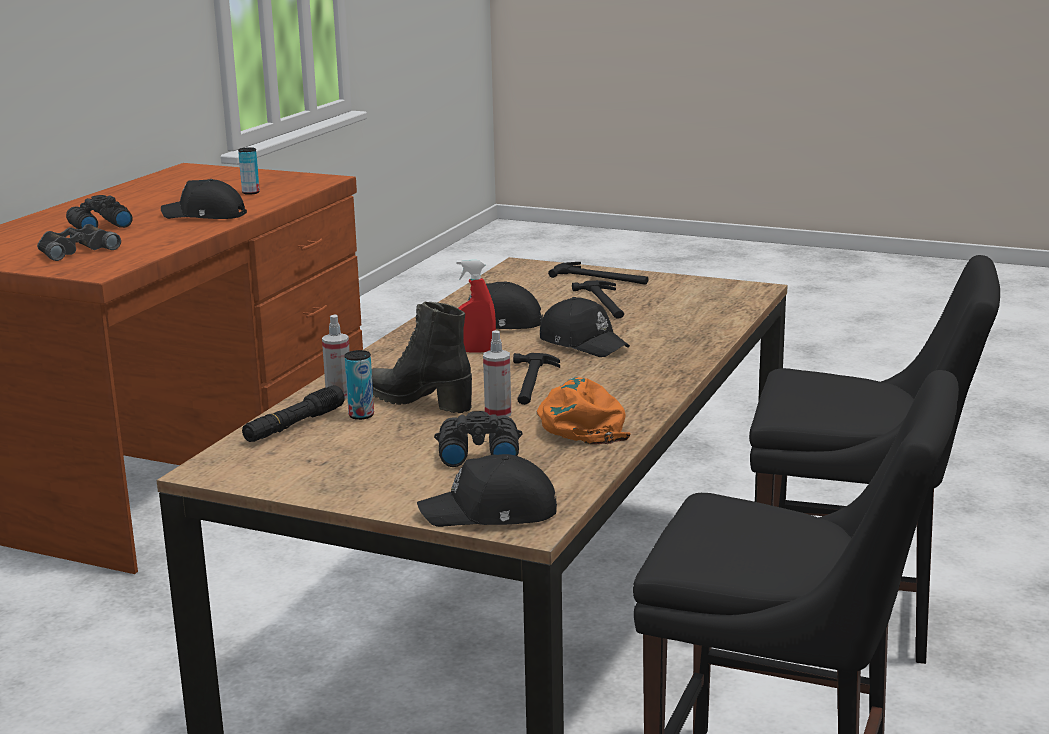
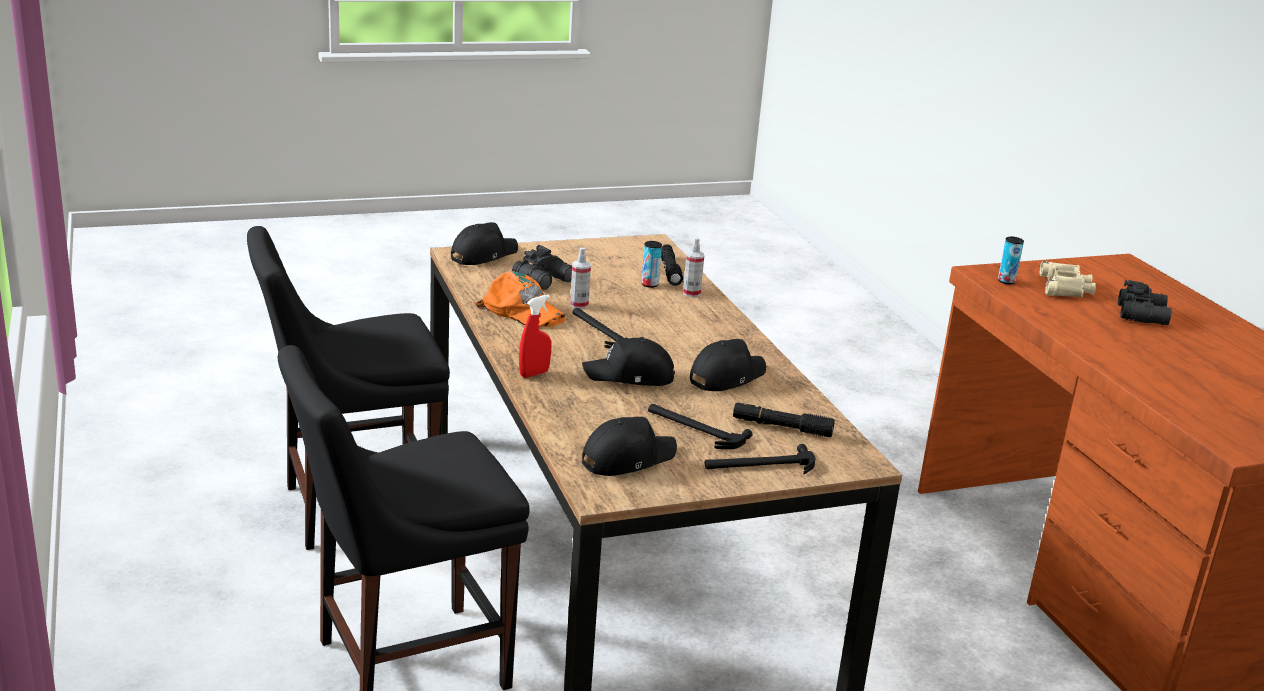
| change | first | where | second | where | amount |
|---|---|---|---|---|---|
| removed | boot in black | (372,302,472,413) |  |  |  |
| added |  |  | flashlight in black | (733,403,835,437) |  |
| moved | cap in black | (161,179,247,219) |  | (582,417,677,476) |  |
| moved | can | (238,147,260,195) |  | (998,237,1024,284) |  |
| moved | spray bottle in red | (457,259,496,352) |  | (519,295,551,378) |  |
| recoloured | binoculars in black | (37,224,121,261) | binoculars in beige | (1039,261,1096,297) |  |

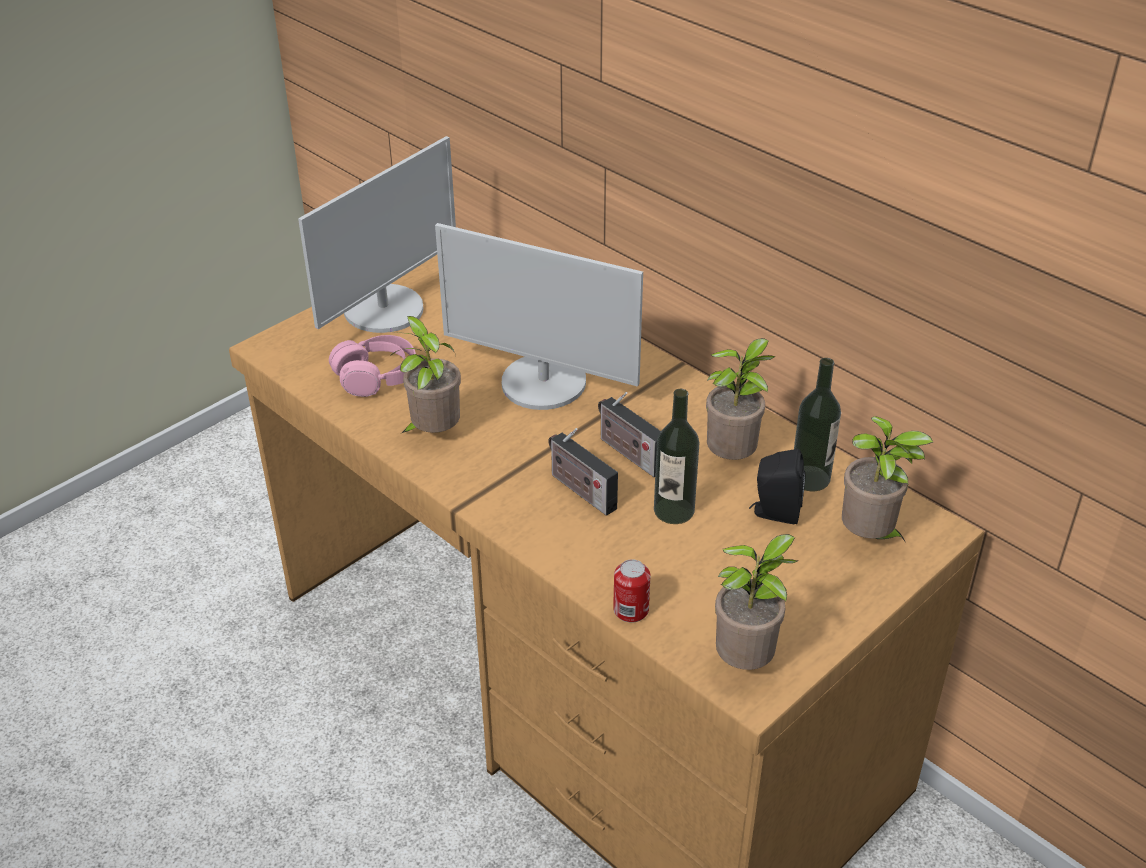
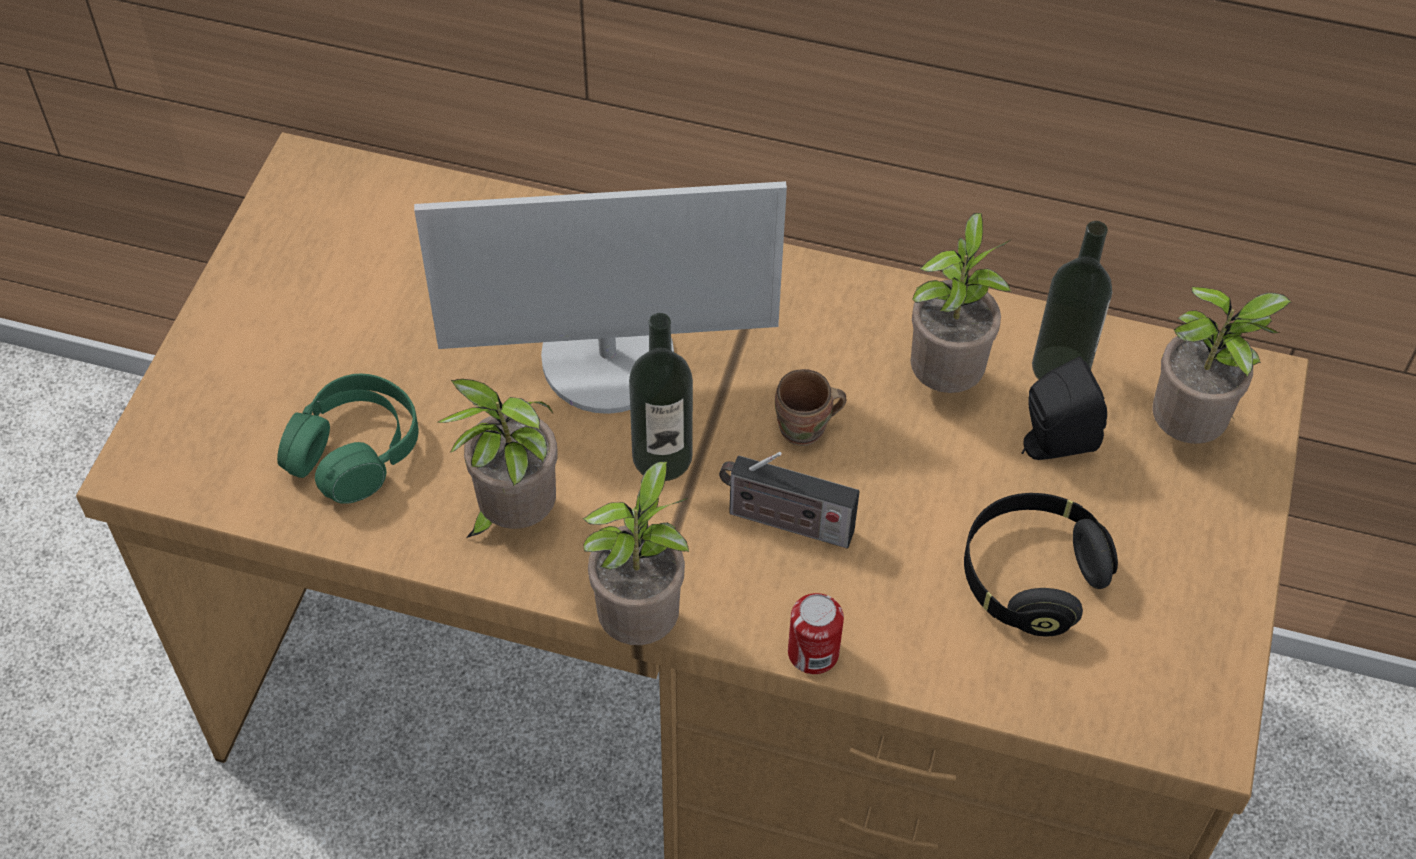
| change | first | where | second | where | amount |
|---|---|---|---|---|---|
| removed | monitor | (298,136,456,333) |  |  |  |
| added |  |  | headphones in black | (964,493,1118,636) |  |
| moved | can | (613,559,650,623) |  | (788,593,844,674) |  |
| moved | bottle | (654,389,699,524) |  | (629,313,693,481) |  |
| moved | potted plant | (715,534,797,670) |  | (583,461,689,645) |  |
| replaced | radio | (598,392,660,477) | mug in brown | (775,369,846,446) |  |
| recoloured | headphones in pink | (329,335,416,397) | headphones in green | (277,373,419,504) |  |

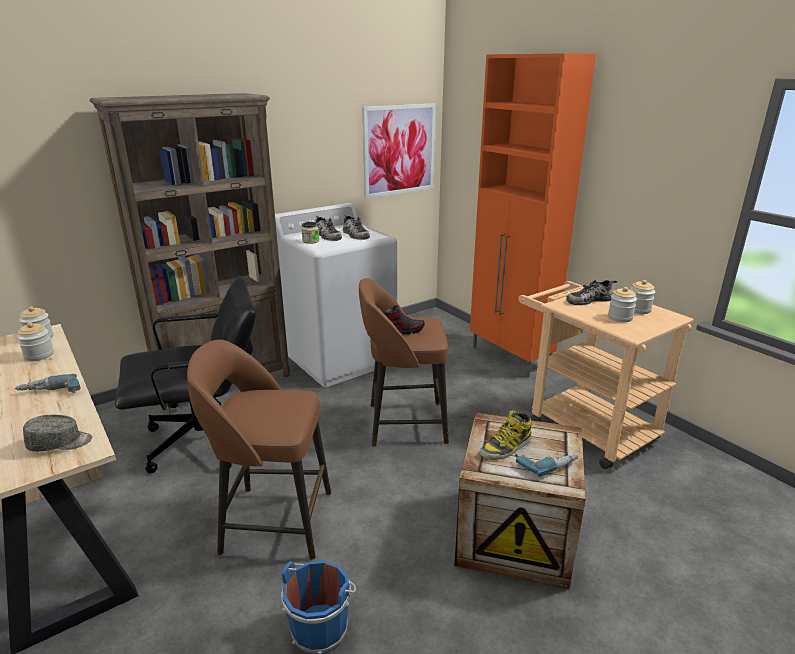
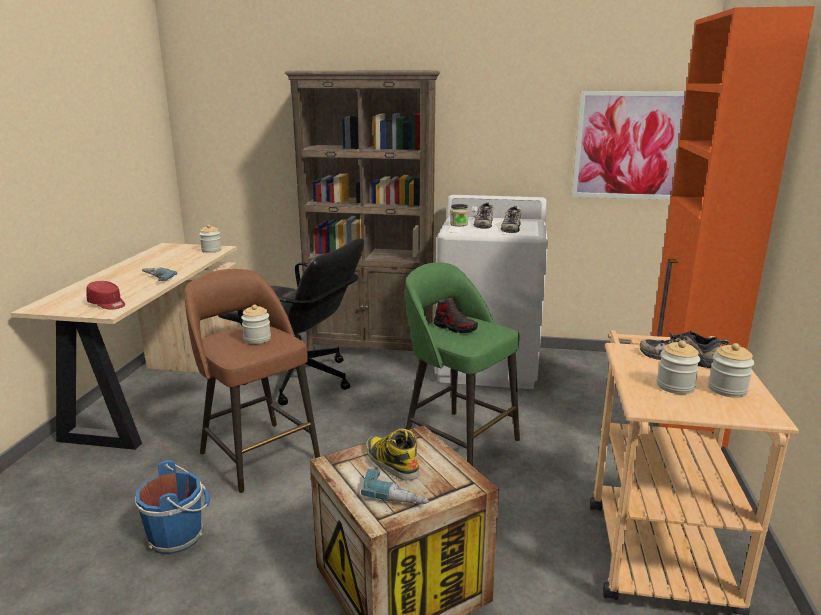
| change | first | where | second | where | amount |
|---|---|---|---|---|---|
| moved | jar | (17,322,54,361) |  | (241,304,271,344) |  |
| recoloured | cap in grey | (23,415,92,452) | cap in red | (86,281,125,310) |  |
| recoloured | stool in brown | (359,278,449,447) | stool in green | (405,262,520,466) |  |
| turned | boot | (479,410,532,460) |  | (366,429,420,480) | 45 degrees clockwise |

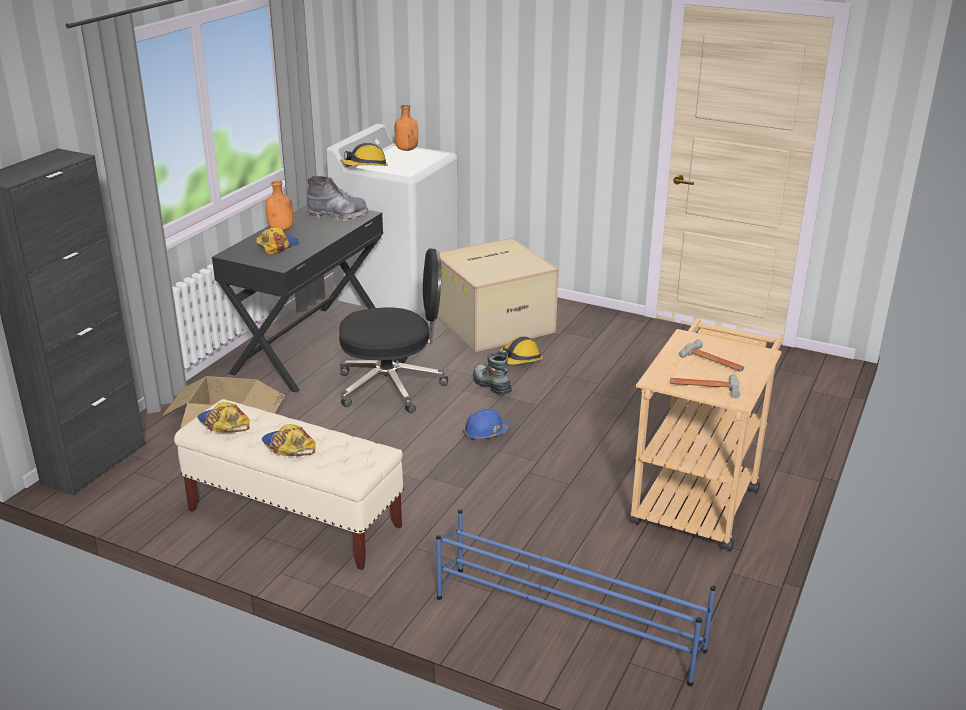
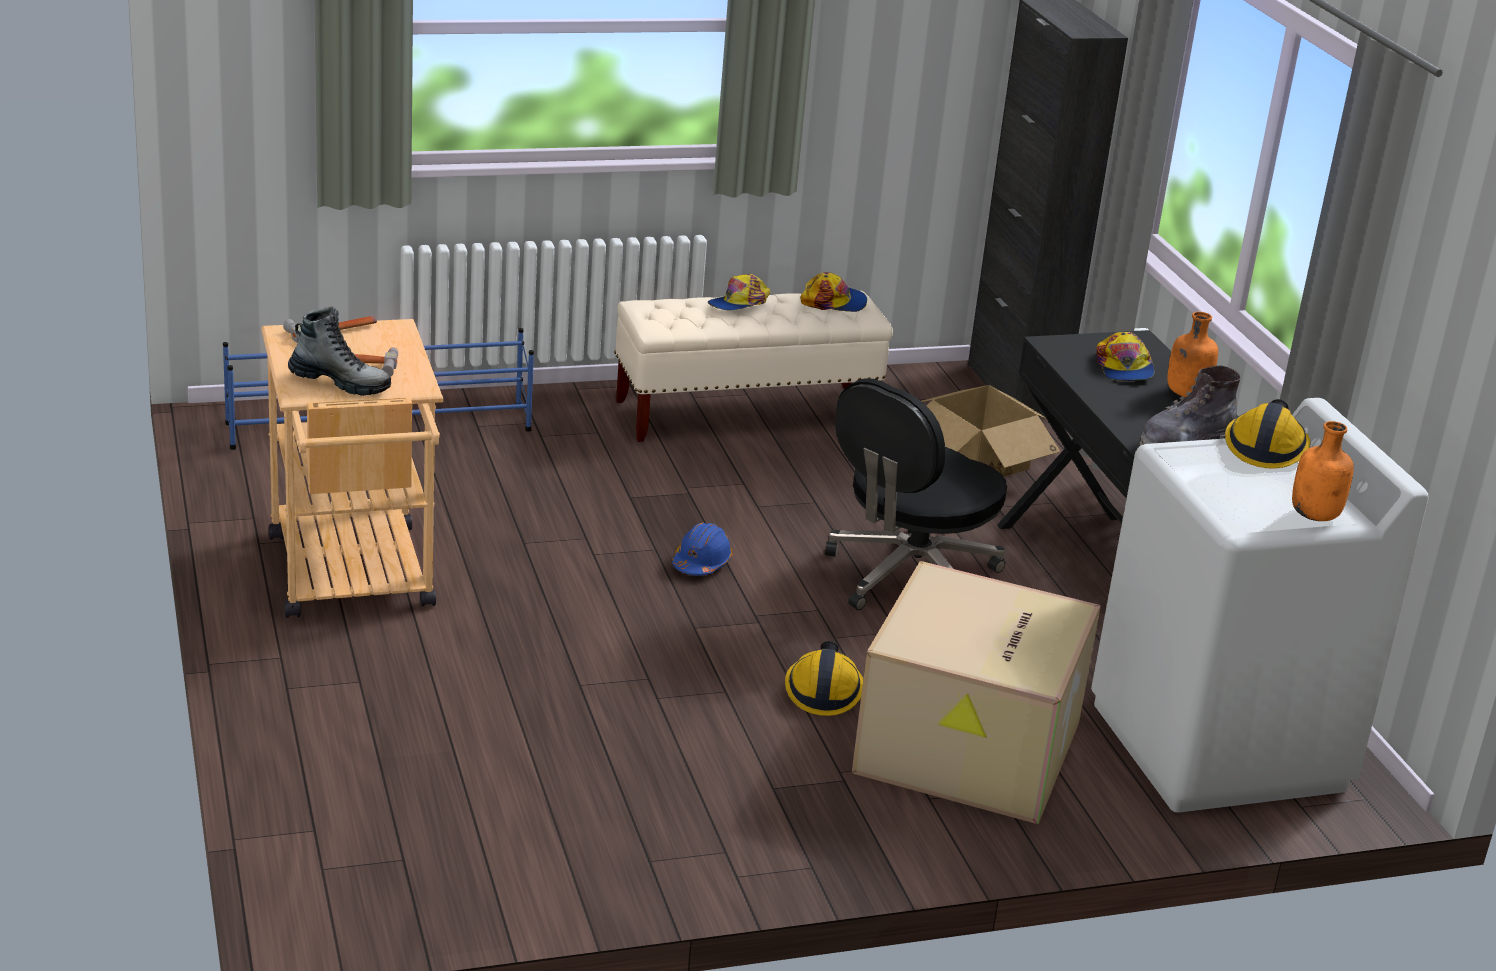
| change | first | where | second | where | amount |
|---|---|---|---|---|---|
| moved | boot | (473,351,512,394) |  | (288,306,391,396) |  |
| turned | cap | (262,424,315,456) |  | (708,274,770,310) | 135 degrees clockwise |

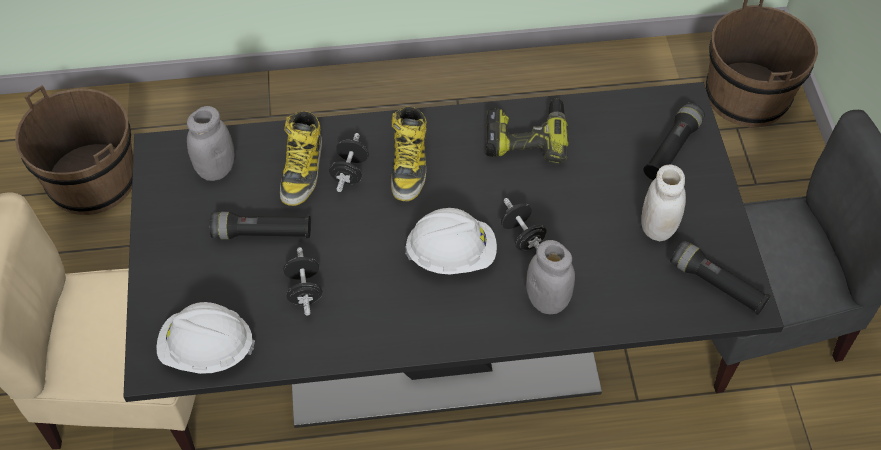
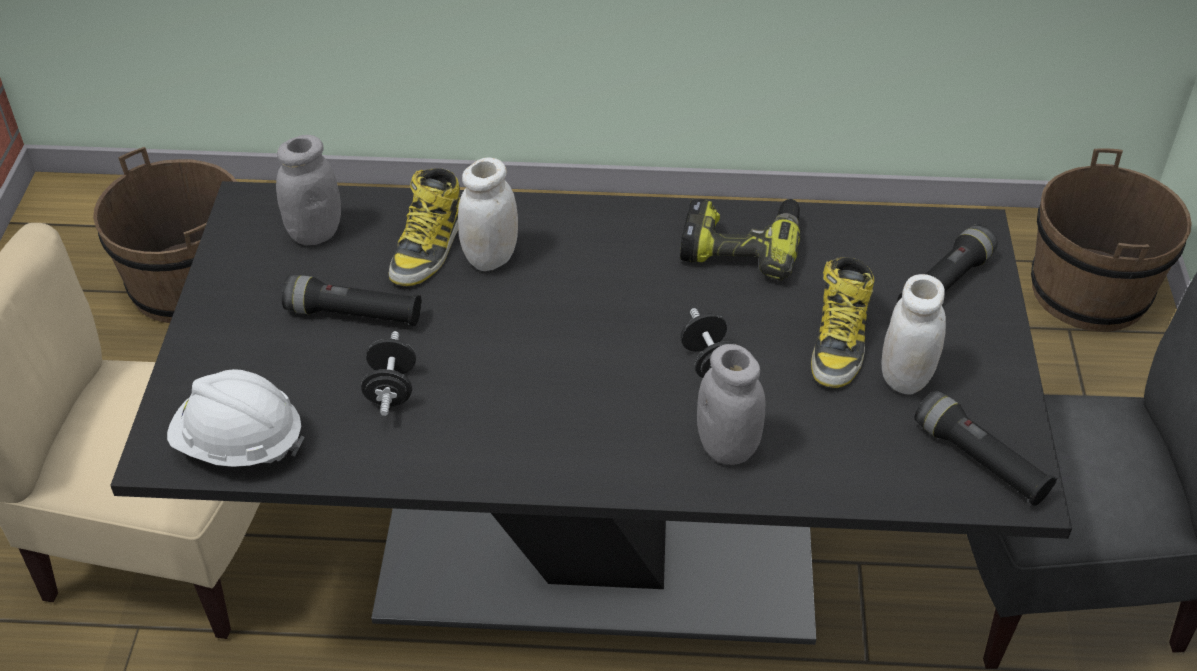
| change | first | where | second | where | amount |
|---|---|---|---|---|---|
| removed | hard hat in white | (405,208,497,274) |  |  |  |
| moved | boot | (391,107,427,201) |  | (811,257,875,388) |  |
| replaced | dumbbell in black | (329,133,369,192) | jar in white | (458,158,518,271) |  |

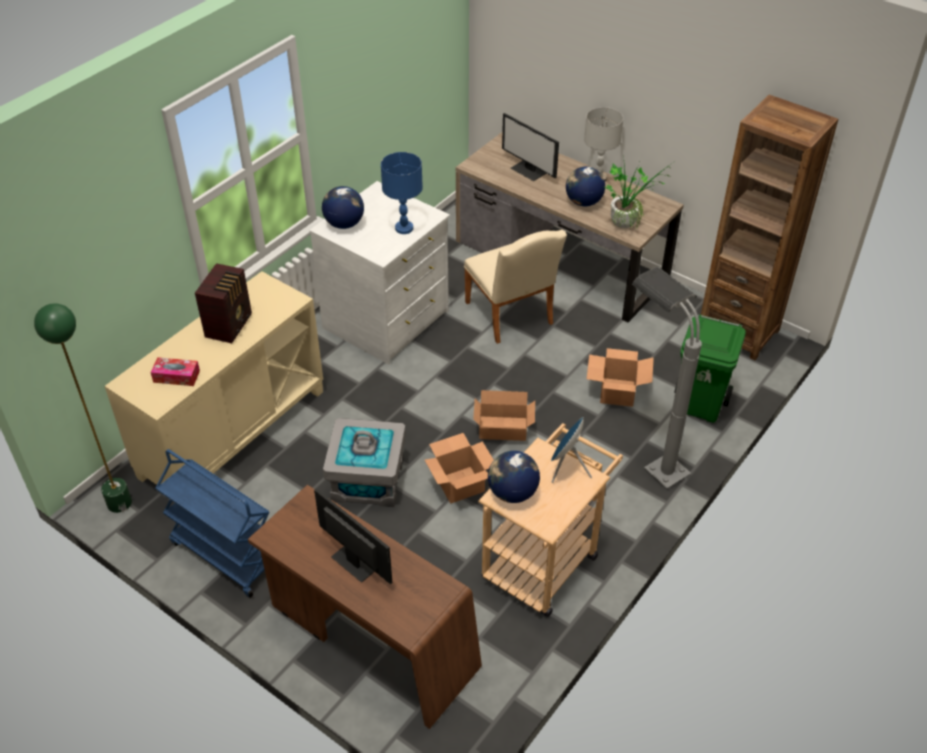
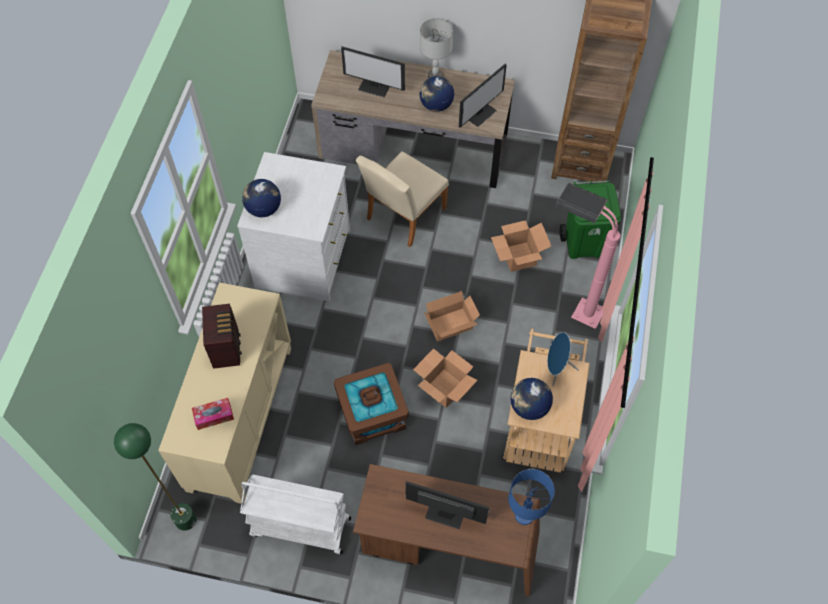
| change | first | where | second | where | amount |
|---|---|---|---|---|---|
| moved | table lamp in blue | (381,152,423,234) |  | (508,469,555,525) |  |
| replaced | potted plant | (605,155,671,229) | monitor | (459,64,507,128) |  |
| recoloured | cart in blue | (156,449,270,598) | cart in white | (240,475,351,554) |  |
| recoloured | storage box in grey | (323,418,406,507) | storage box in brown | (334,363,409,445) |  |
| recoloured | floor lamp in grey | (632,267,702,489) | floor lamp in pink | (556,183,620,329) |  |
| turned | chair in beige | (464,230,567,344) |  | (356,151,449,247) | 90 degrees clockwise |

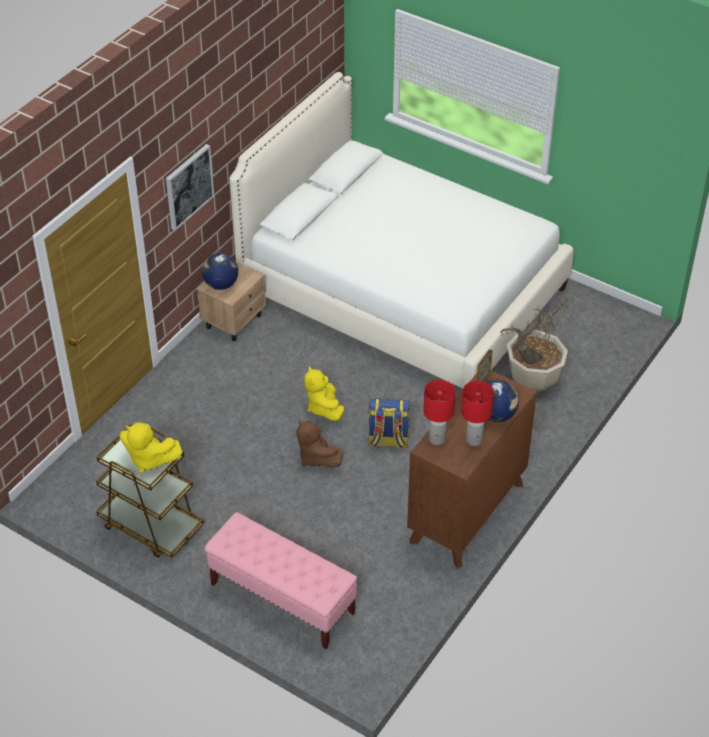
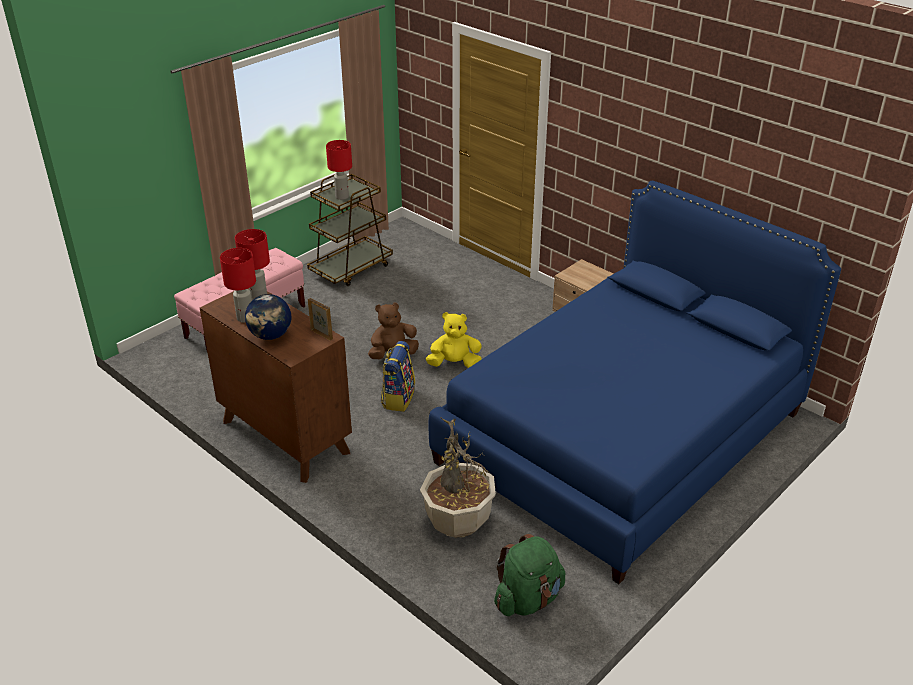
| change | first | where | second | where | amount |
|---|---|---|---|---|---|
| removed | picture | (166,144,214,231) |  |  |  |
| removed | globe | (202,253,238,290) |  |  |  |
| added |  |  | backpack in green | (494,534,565,616) |  |
| replaced | plush toy in yellow | (120,422,183,473) | table lamp in red | (326,140,352,200) |  |
| recoloured | bed in white | (229,72,574,389) | bed in blue | (429,181,841,584) |  |

